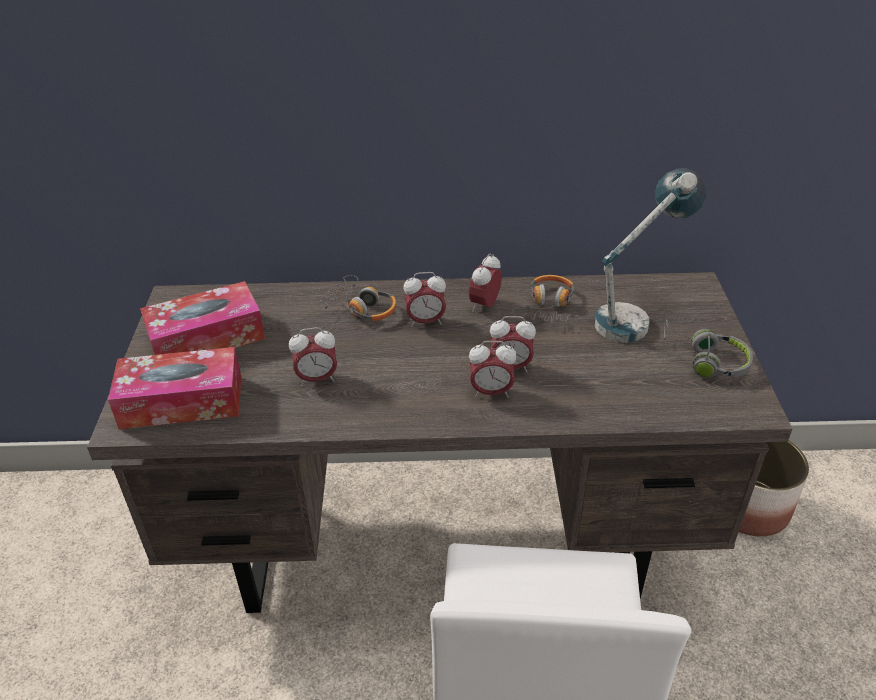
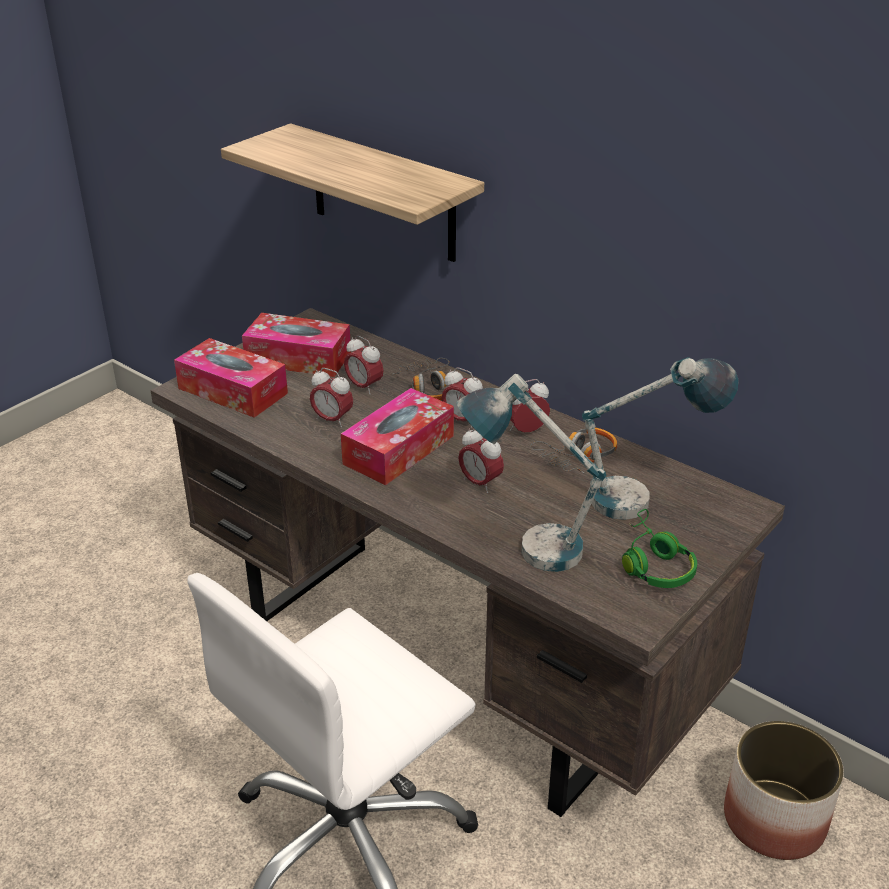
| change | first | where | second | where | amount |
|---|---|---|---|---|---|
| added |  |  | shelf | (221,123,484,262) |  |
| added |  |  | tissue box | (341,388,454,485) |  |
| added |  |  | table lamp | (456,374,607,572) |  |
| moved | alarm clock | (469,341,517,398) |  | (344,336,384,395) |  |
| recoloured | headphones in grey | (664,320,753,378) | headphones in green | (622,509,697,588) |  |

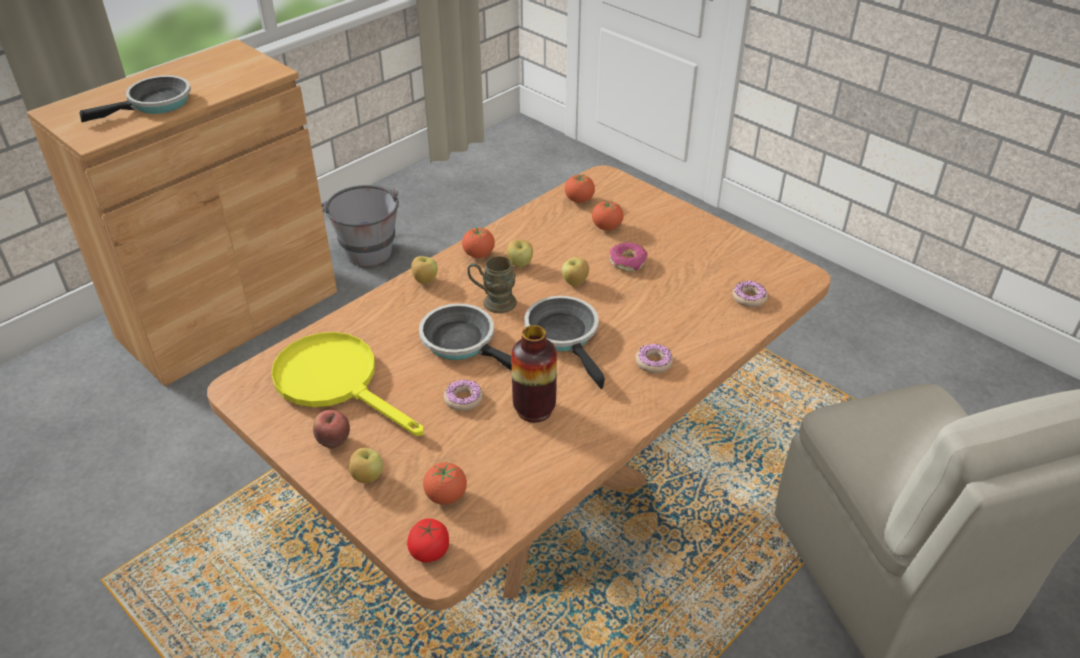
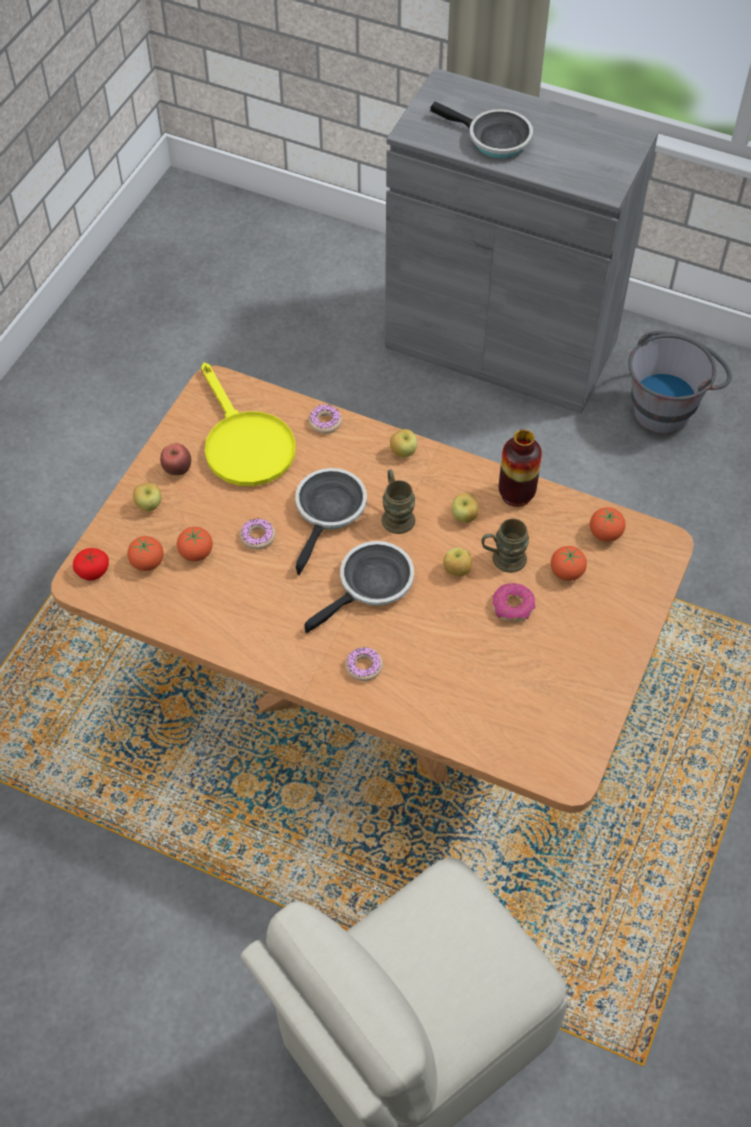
| change | first | where | second | where | amount |
|---|---|---|---|---|---|
| added |  |  | mug in brown | (481,519,529,573) |  |
| moved | tomato | (462,227,495,258) |  | (177,527,213,561) |  |
| moved | vase | (512,325,557,422) |  | (499,429,542,507) |  |
| moved | donut | (733,281,768,307) |  | (309,404,342,434) |  |
| recoloured | cabinet in brown | (27,39,337,386) | cabinet in grey | (385,68,658,414) |  |
| turned | frying pan in yellow | (271,332,424,436) |  | (201,363,296,486) | 135 degrees clockwise |

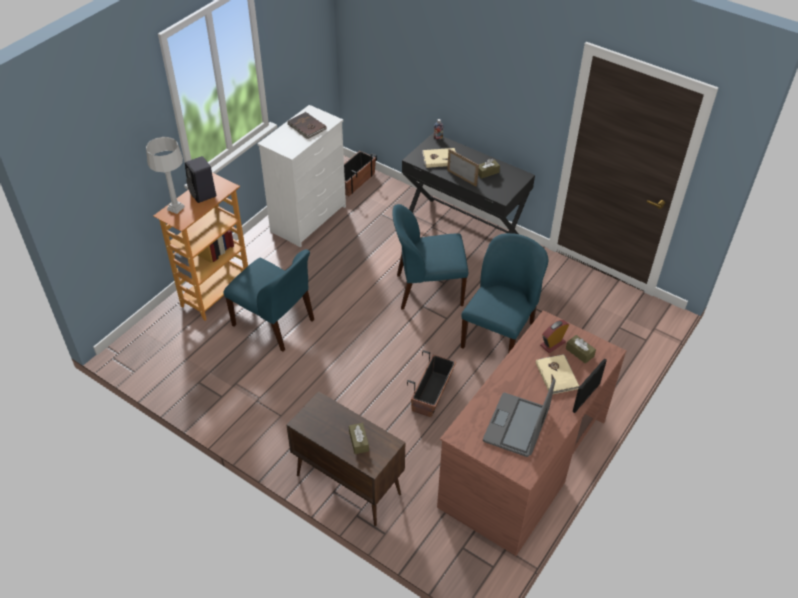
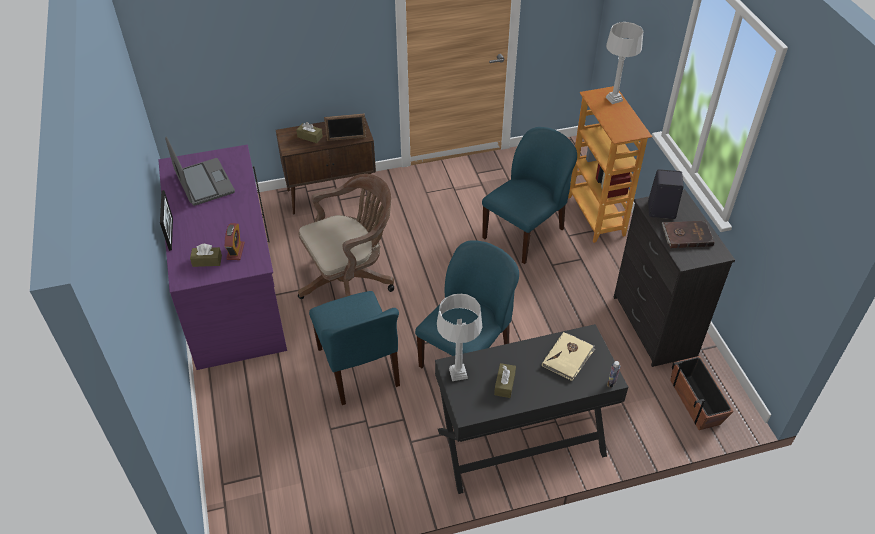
| change | first | where | second | where | amount |
|---|---|---|---|---|---|
| removed | book in beige | (536,354,580,394) |  |  |  |
| added |  |  | table lamp in grey | (437,294,483,381) |  |
| moved | speaker in black | (185,156,216,203) |  | (648,169,684,219) |  |
| moved | picture frame | (447,149,479,186) |  | (324,113,366,141) |  |
| replaced | planter | (407,350,456,417) | office chair in brown | (298,174,394,299) |  |
| recoloured | dresser in white | (257,105,346,247) | dresser in black | (613,189,735,367) |  |
| recoloured | desk in brown | (437,310,626,556) | desk in purple | (158,144,287,370) |  |
| turned | chair in blue | (223,249,314,352) |  | (482,127,577,264) | 150 degrees clockwise |

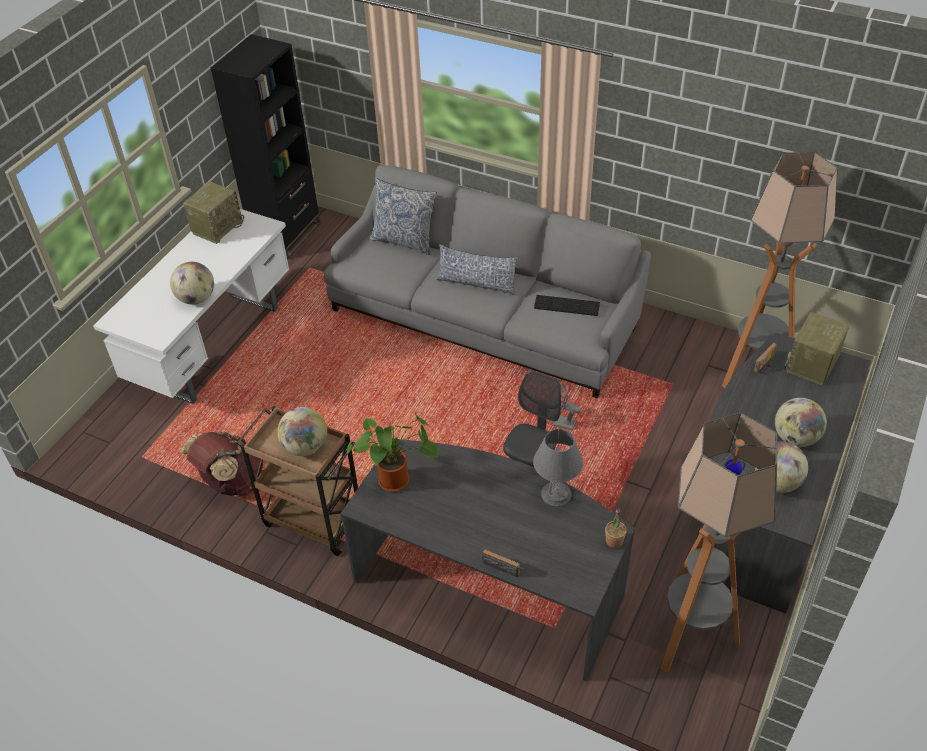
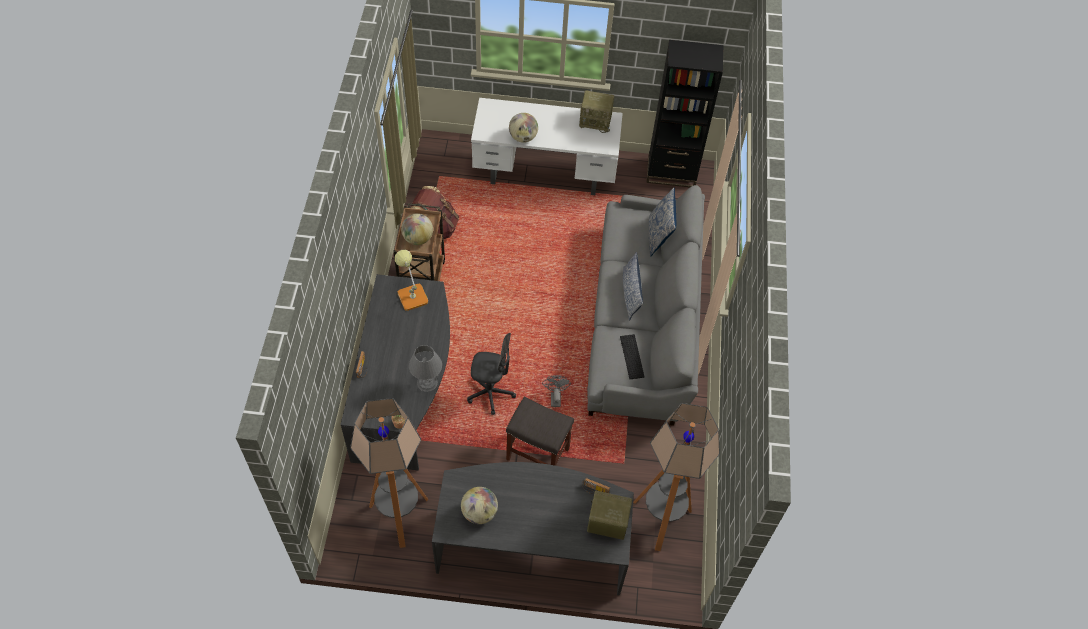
| change | first | where | second | where | amount |
|---|---|---|---|---|---|
| removed | globe | (775,398,827,447) |  |  |  |
| added |  |  | stool in grey | (506,397,574,466) |  |
| replaced | potted plant | (346,413,439,492) | table lamp | (395,250,428,311) |  |

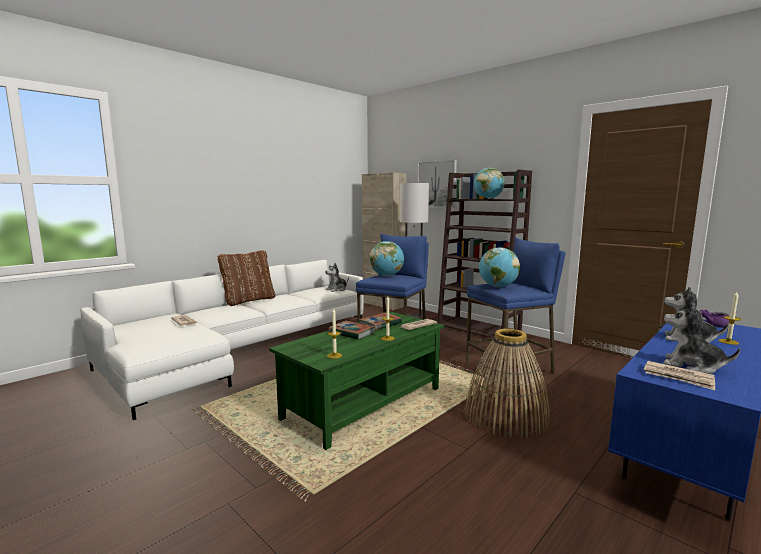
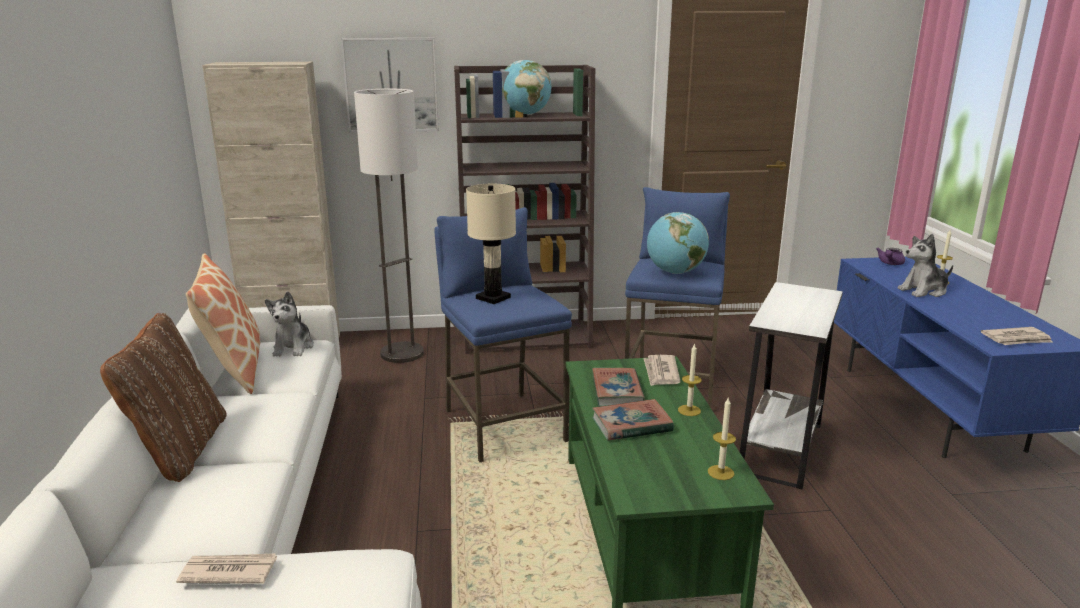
| change | first | where | second | where | amount |
|---|---|---|---|---|---|
| removed | plush toy | (664,303,740,374) |  |  |  |
| added |  |  | pillow | (186,253,260,394) |  |
| replaced | globe | (370,241,404,276) | table lamp in beige | (466,184,516,304) |  |
| replaced | basket | (464,329,550,439) | side table in white | (740,282,843,489) |  |

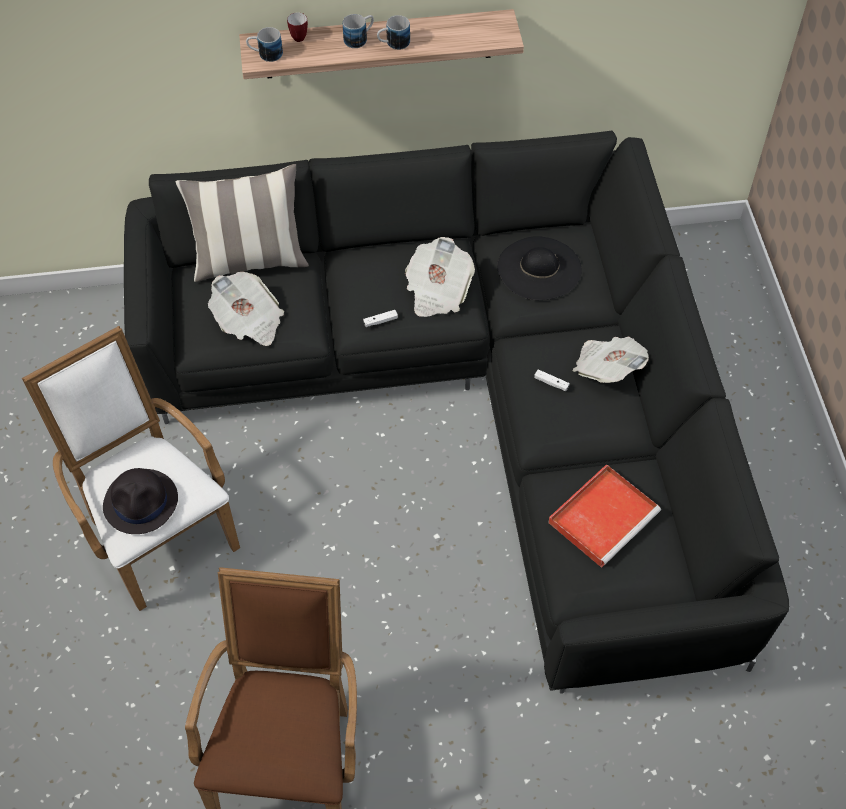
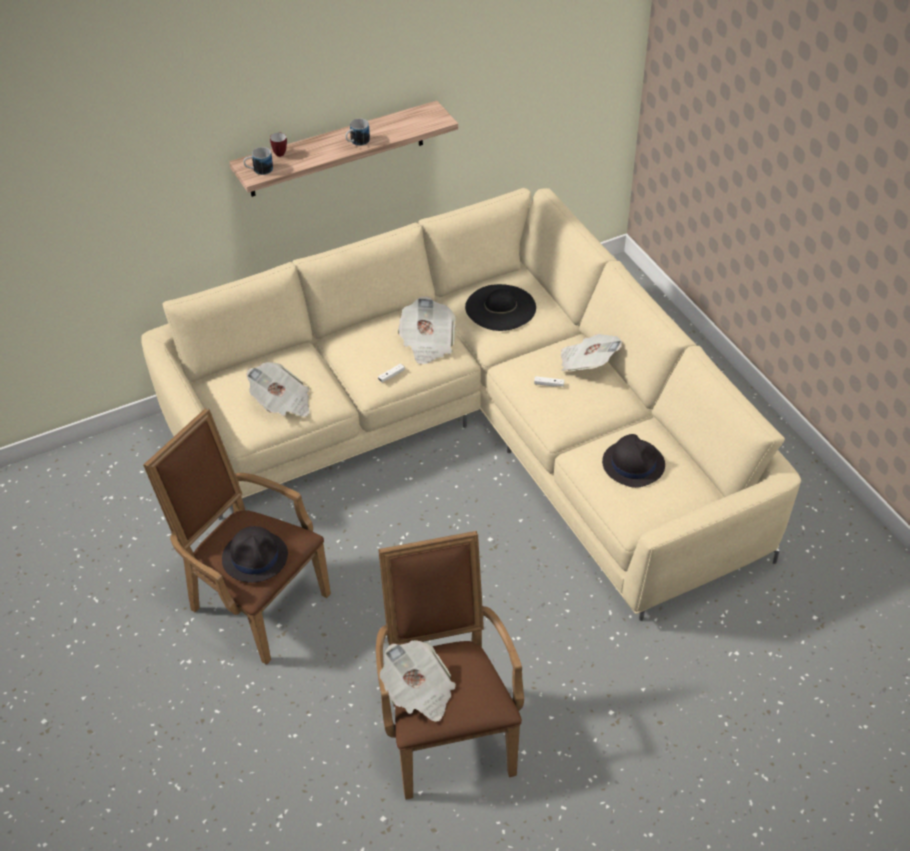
| change | first | where | second | where | amount |
|---|---|---|---|---|---|
| removed | pillow | (176,164,309,282) |  |  |  |
| removed | mug | (343,14,374,48) |  |  |  |
| added |  |  | newspaper | (380,640,456,722) |  |
| replaced | tray in red | (548,464,661,568) | hat in black | (602,434,665,488) |  |
| recoloured | armchair in white | (22,326,240,611) | armchair in brown | (143,408,331,665) |  |
| recoloured | sofa in black | (124,131,789,694) | sofa in beige | (141,188,801,621) |  |

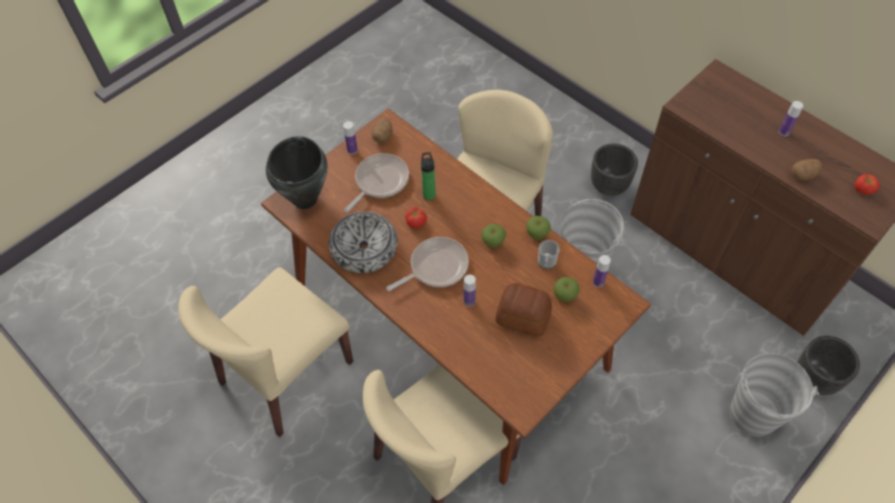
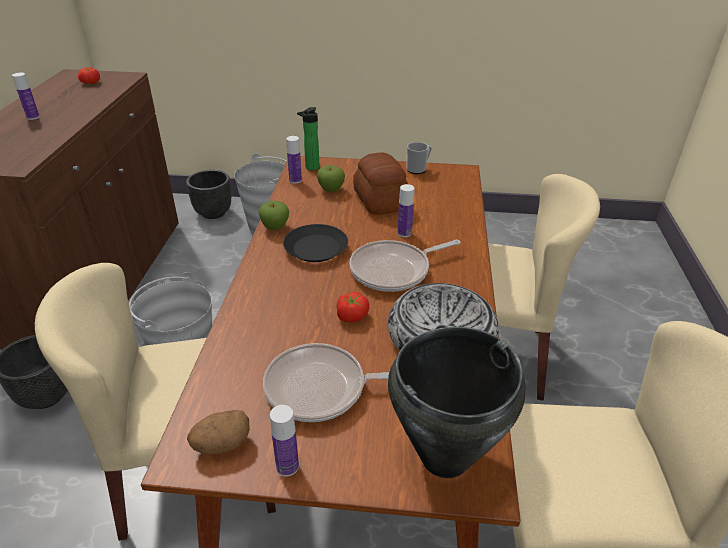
| change | first | where | second | where | amount |
|---|---|---|---|---|---|
| removed | potato | (792,159,822,180) |  |  |  |
| moved | bottle | (421,152,436,200) |  | (297,107,320,170) |  |
| moved | mug | (538,240,560,269) |  | (406,142,432,174) |  |
| replaced | apple | (481,224,506,248) | plate in black | (283,224,348,262) |  |
| turned | frying pan | (386,237,469,291) |  | (349,240,461,292) | 45 degrees counterclockwise |

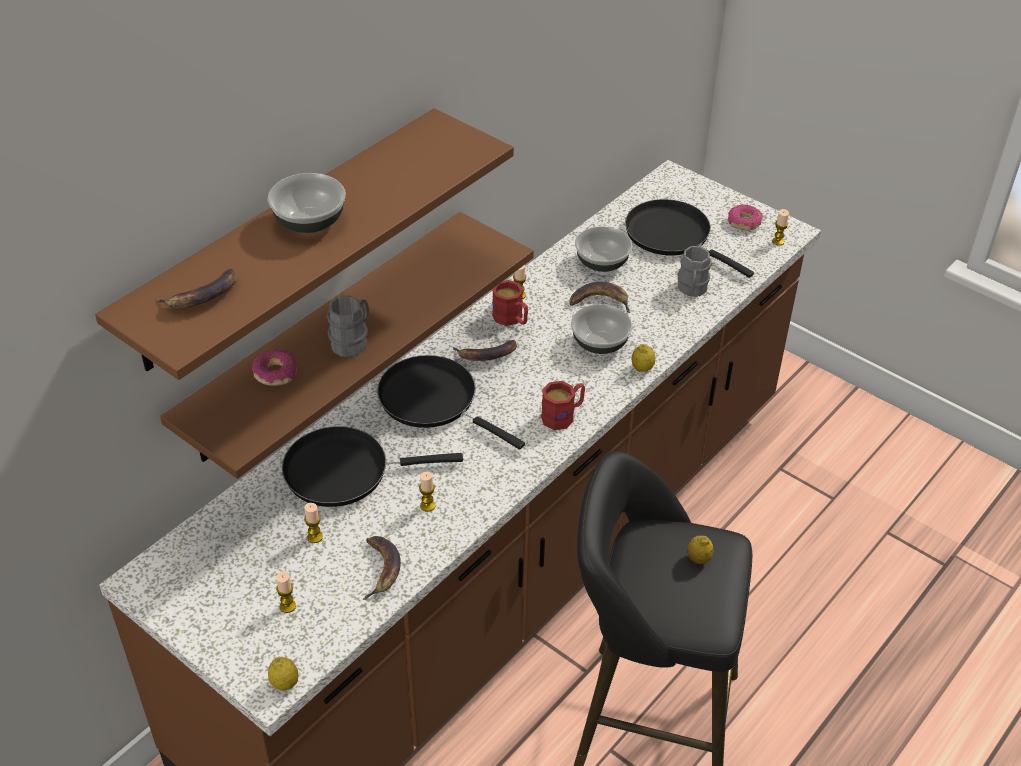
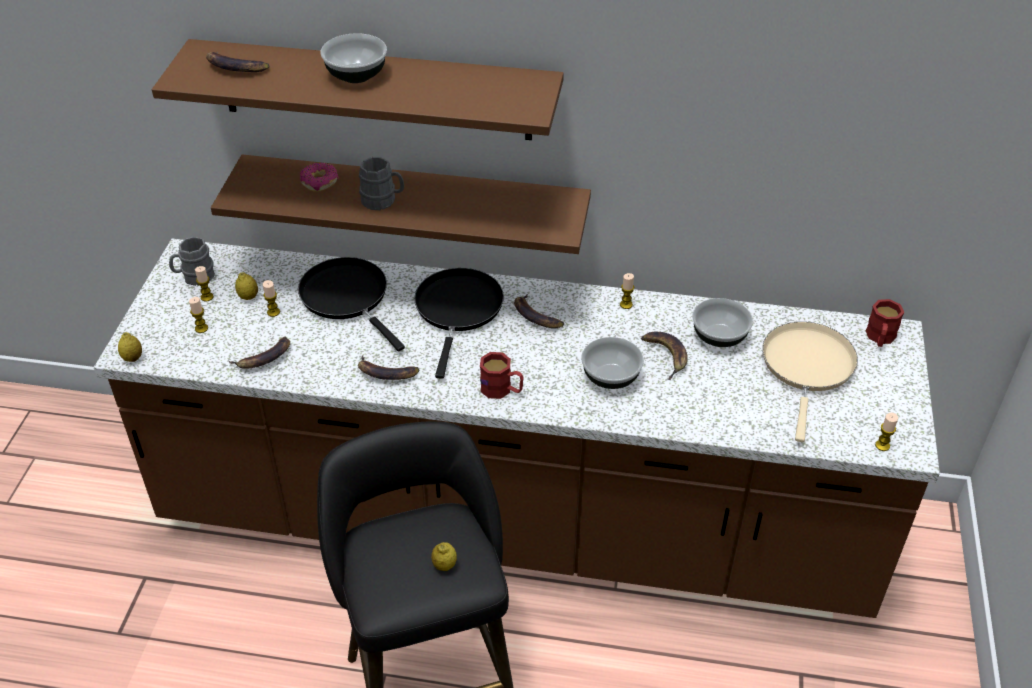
| change | first | where | second | where | amount |
|---|---|---|---|---|---|
| removed | donut | (728,204,763,231) |  |  |  |
| added |  |  | banana | (358,356,419,380) |  |
| moved | candle | (419,472,435,512) |  | (195,266,213,302) |  |
| moved | mug in red | (492,280,528,326) |  | (866,299,904,347) |  |
| moved | lemon | (632,344,655,372) |  | (235,272,258,300) |  |
| moved | mug in grey | (677,246,712,297) |  | (169,237,215,286) |  |
| recoloured | frying pan in black | (625,199,754,278) | frying pan in beige | (762,322,858,442) |  |

